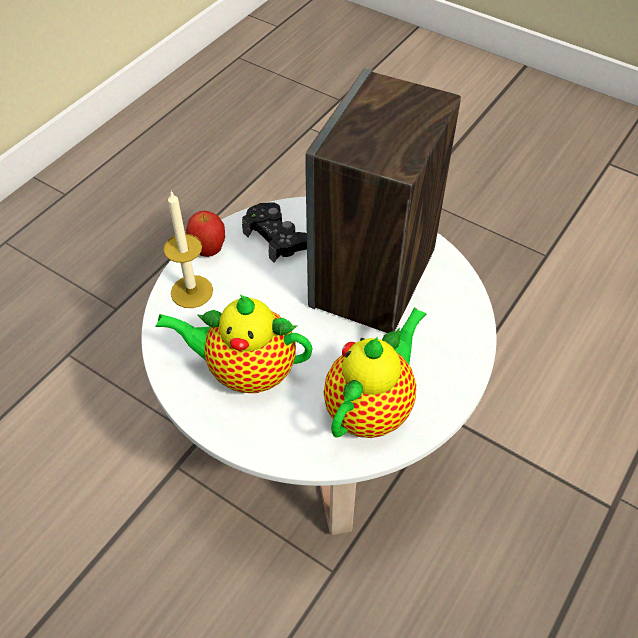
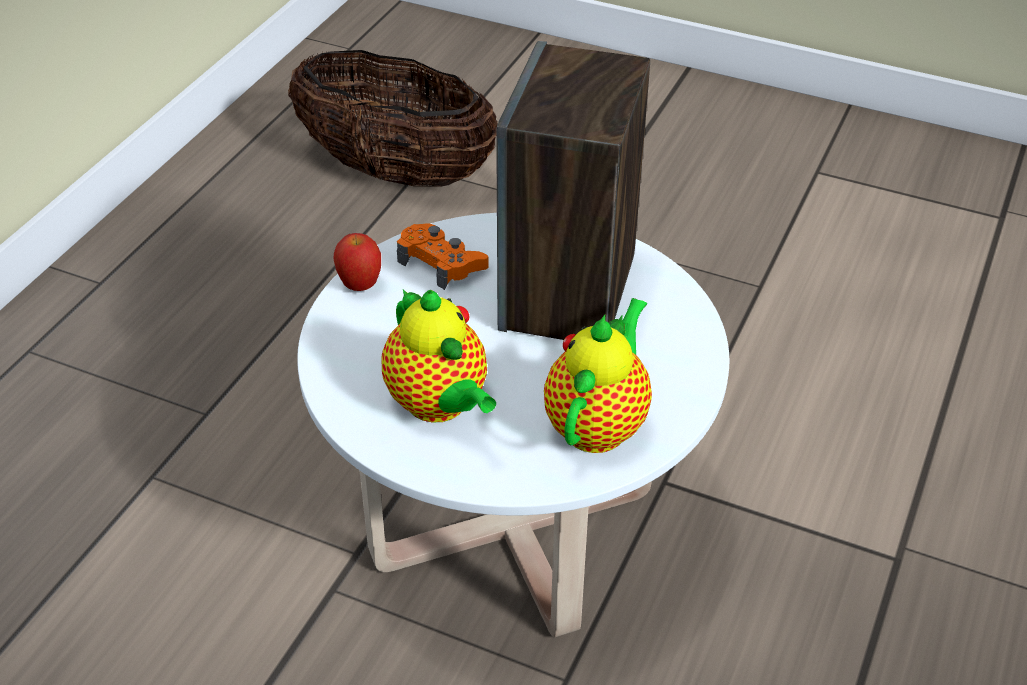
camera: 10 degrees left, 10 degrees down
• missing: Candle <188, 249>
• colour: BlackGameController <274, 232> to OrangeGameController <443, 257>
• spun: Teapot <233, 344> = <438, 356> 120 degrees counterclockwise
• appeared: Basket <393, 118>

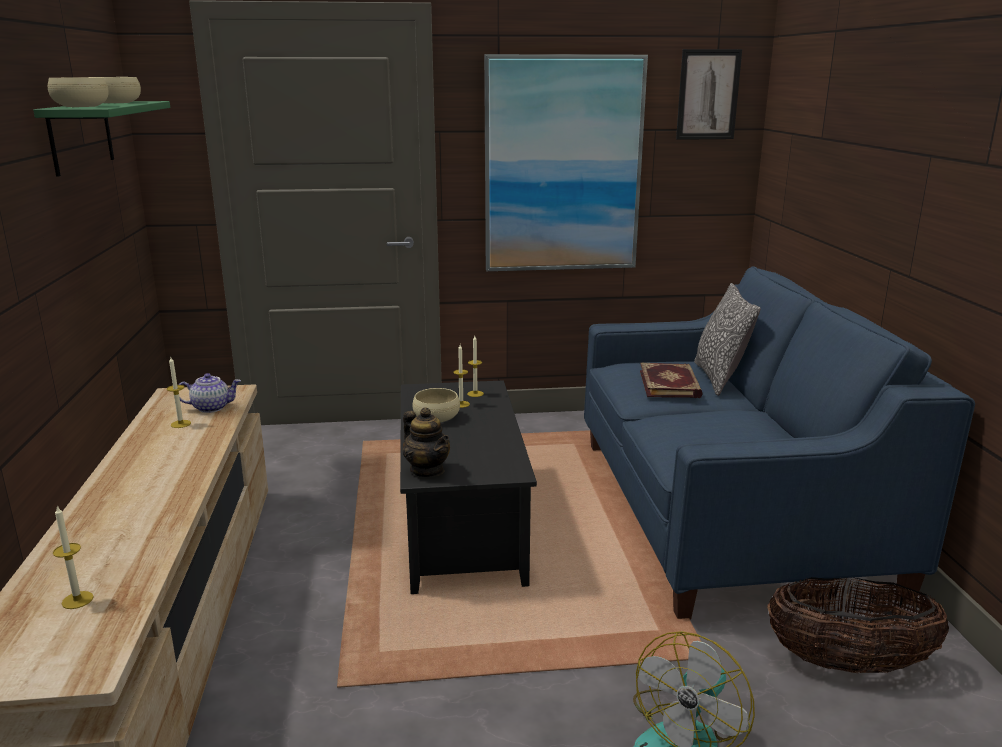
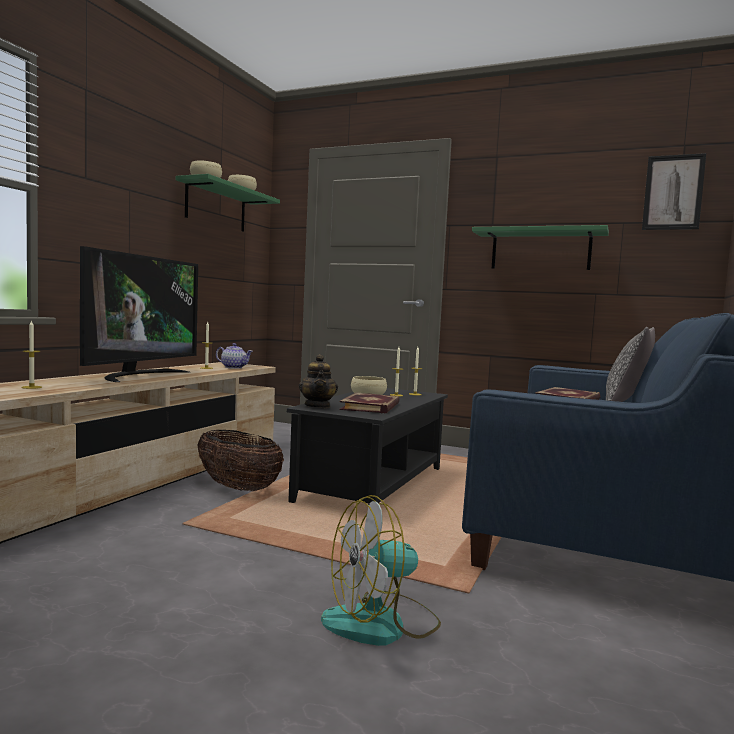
camera: 30 degrees right, 15 degrees down
• exchanged: WallArt <566, 162> to GreenishBracketShelf <540, 247>
• relocated: Basket <858, 625> to <240, 460>
• appeared: Tv <139, 314>
• appeared: Book <369, 402>

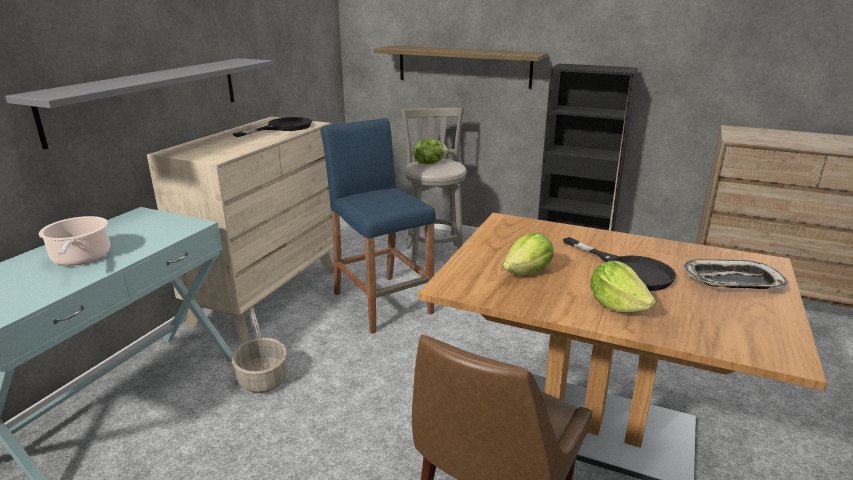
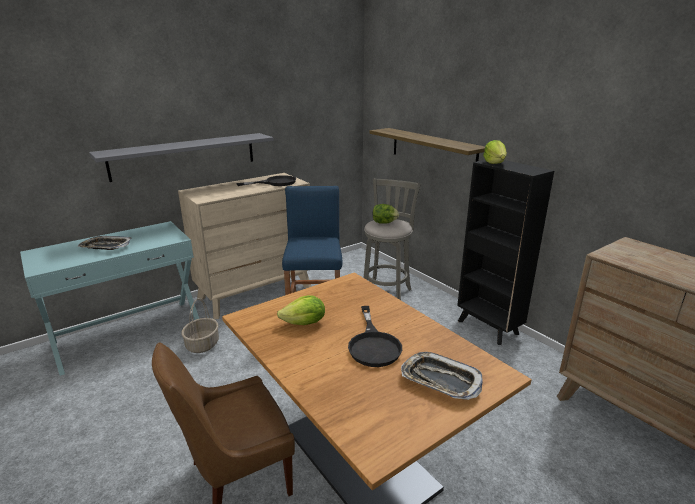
camera: 30 degrees right, 0 degrees up
• exchanged: Saucepot <74, 241> to ServingTray <104, 243>
• relocated: Lettuce <623, 287> to <495, 152>

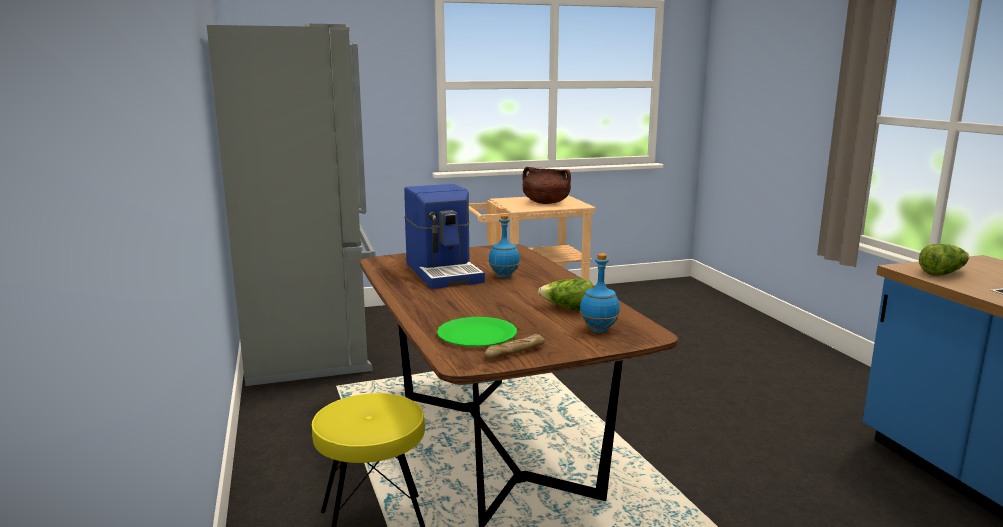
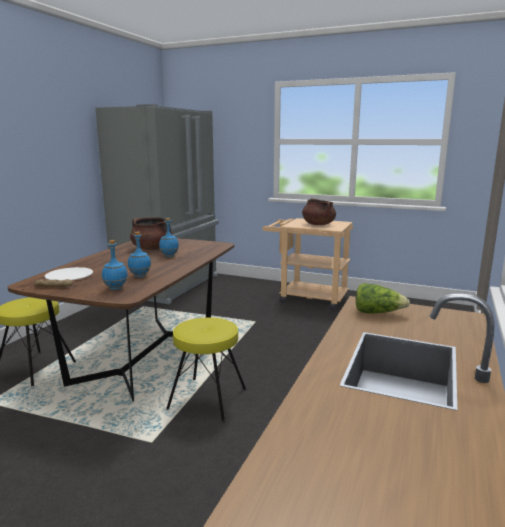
camera: 40 degrees right, 0 degrees up
• exchanged: CoffeeBrewer <444, 236> to BrownColouredSaucepot <151, 233>
• exchanged: Lettuce <565, 295> to BluishBeverageBottle <139, 255>
• colour: GreenishFlatDish <477, 332> to WhiteFlatDish <69, 273>
• appeared: YellowColouredStool <206, 370>

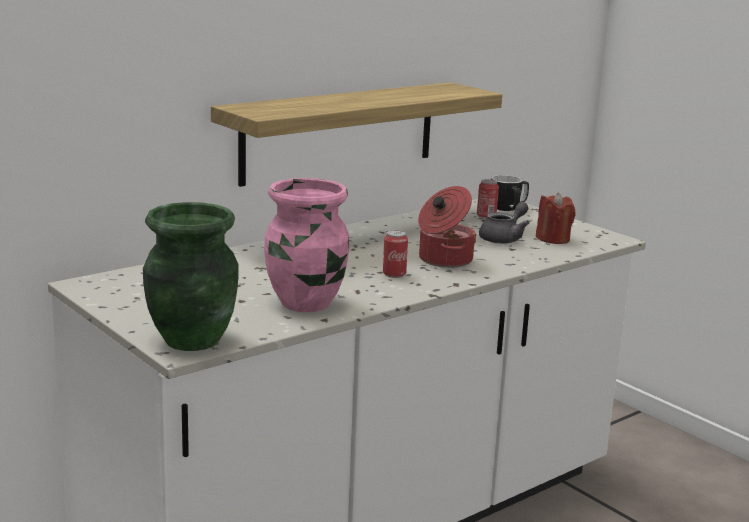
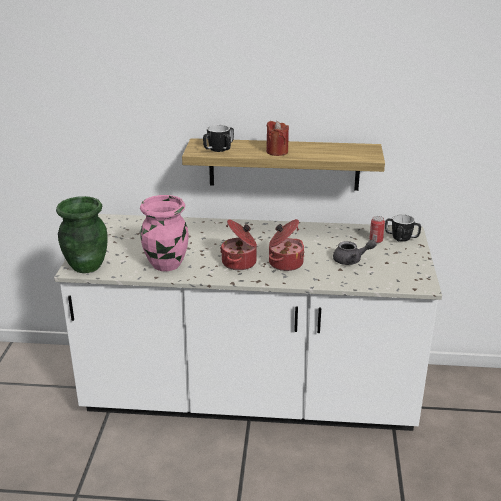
camera: 45 degrees right, 10 degrees up
• relocated: ReddishCandle <555, 218> to <277, 138>
• exchanged: SealedCan <395, 254> to Saucepot <238, 244>
• appeared: CoffeeMug <218, 138>

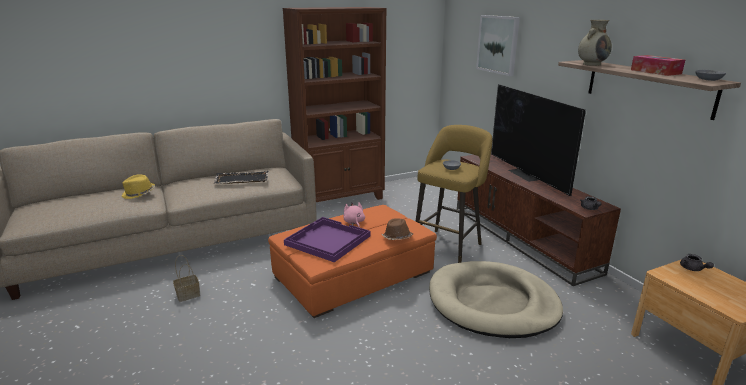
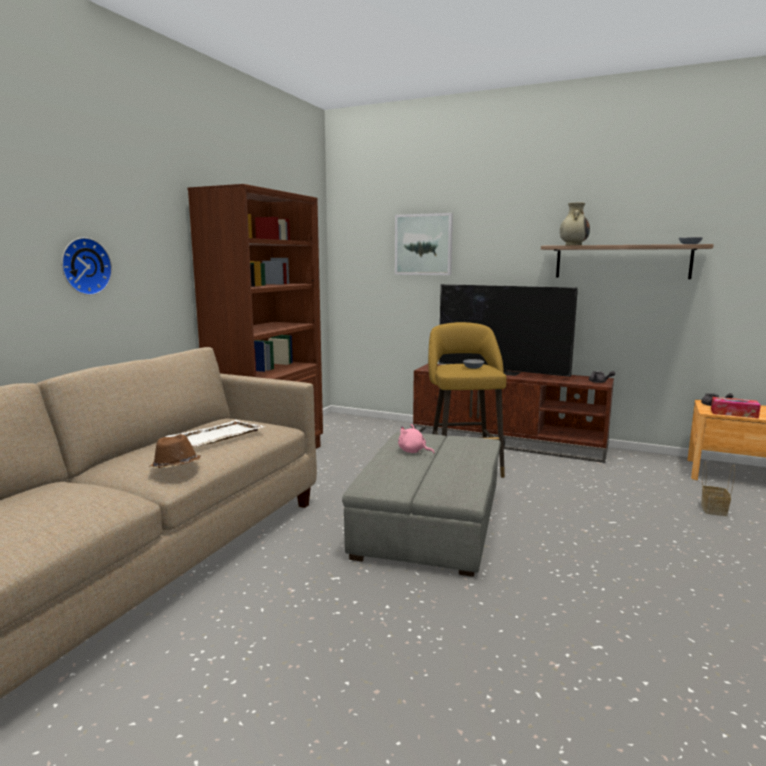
camera: 40 degrees left, 10 degrees down
• relocated: BoxOfTissues <658, 65> to <736, 407>
• colour: BlackServingTray <240, 177> to WhiteServingTray <215, 433>
• missing: YellowColouredClothingHat <138, 186>
• colour: OrangeFootrest <352, 261> to GrayFootrest <421, 504>
• missing: PurplishServingTray <327, 239>
• relocated: BrownColouredClothingHat <397, 229> to <175, 451>
• relocated: Basket <186, 278> to <718, 489>
• missing: BeigeDogCushion <496, 299>
• appeared: ClockOnTheWall <86, 266>

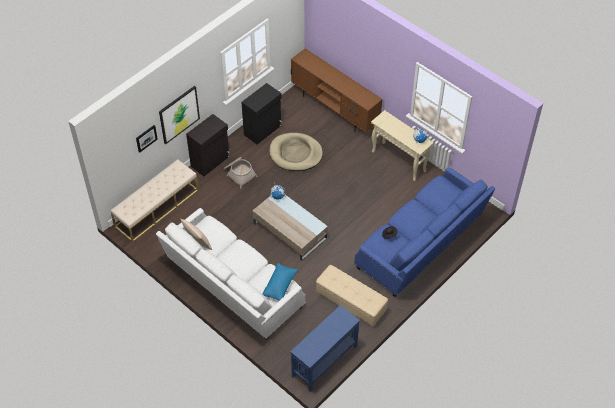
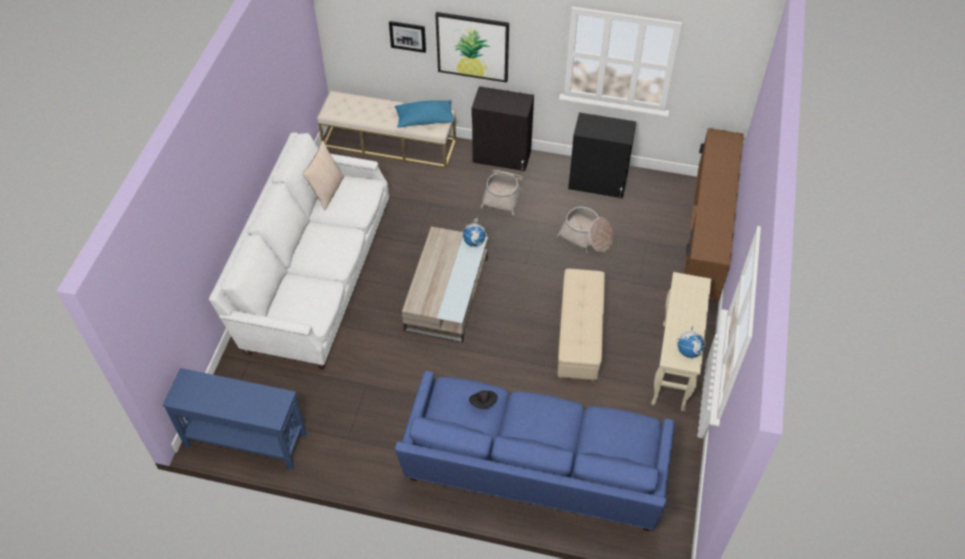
camera: 60 degrees right, 0 degrees up
• exchanged: BeigeDogCushion <296, 152> to Basket <584, 230>
• relocated: BluishCushion <280, 282> to <425, 114>
• relocated: BeigeFootrest <352, 296> to <581, 325>

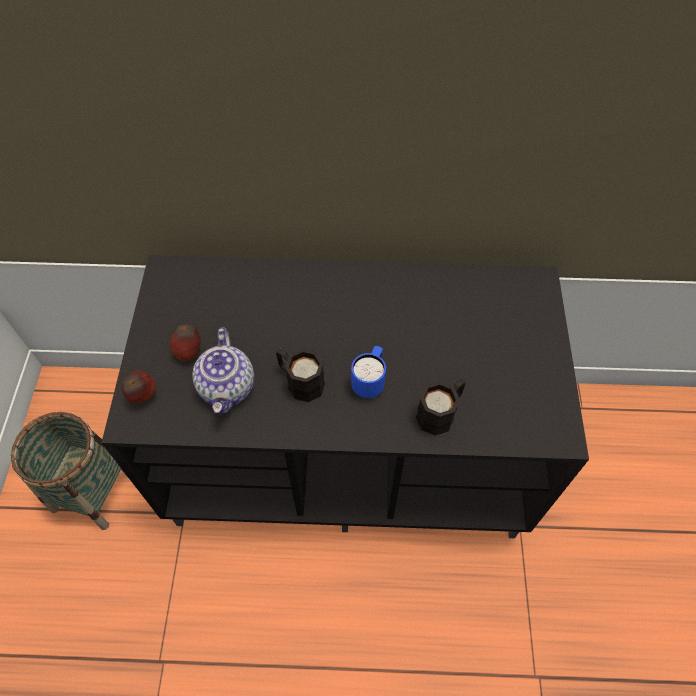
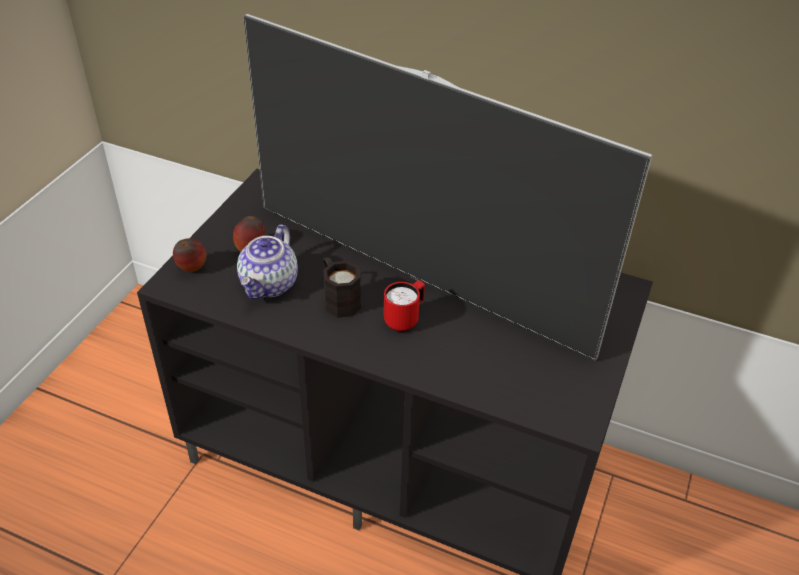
camera: 20 degrees right, 15 degrees down
• colour: BluishCoffeeMug <368, 372> to ReddishCoffeeMug <404, 306>
• missing: BlackCoffeeMug <441, 407>
• missing: Basket <69, 471>
• appeared: Tv <447, 187>

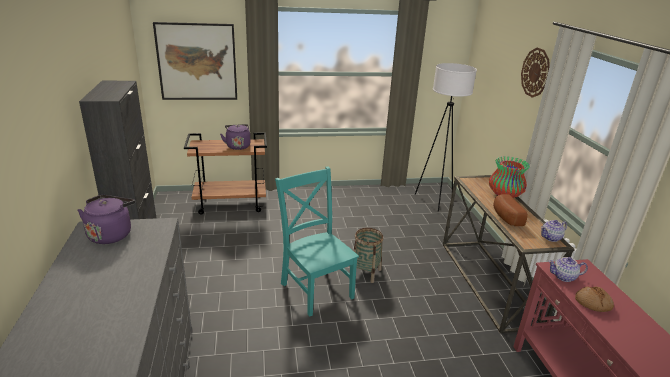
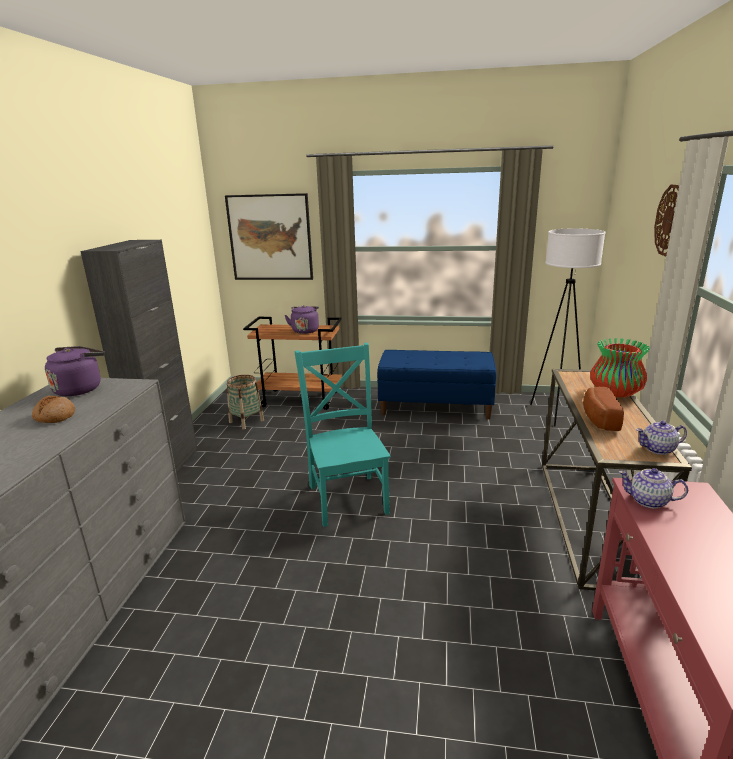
camera: 20 degrees right, 5 degrees down
• relocated: Basket <368, 255> to <245, 402>
• relocated: BakedBread <594, 299> to <53, 409>
• appeared: BluishBench <436, 385>

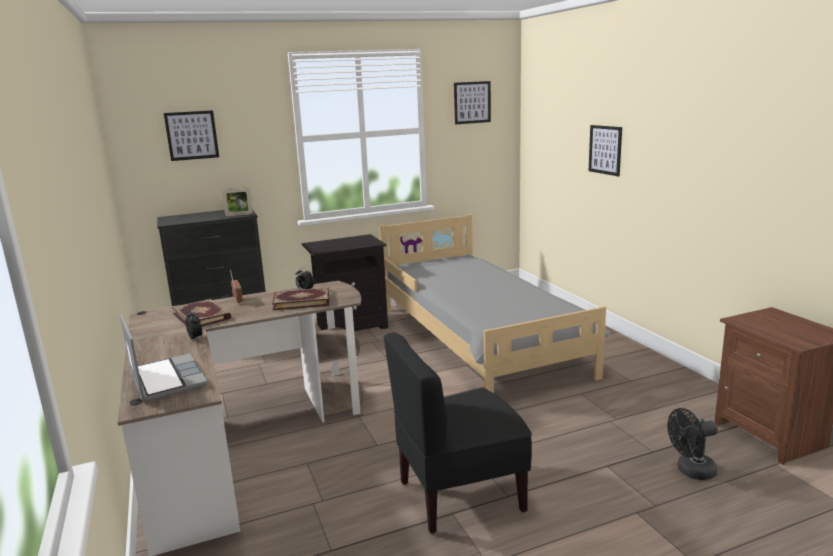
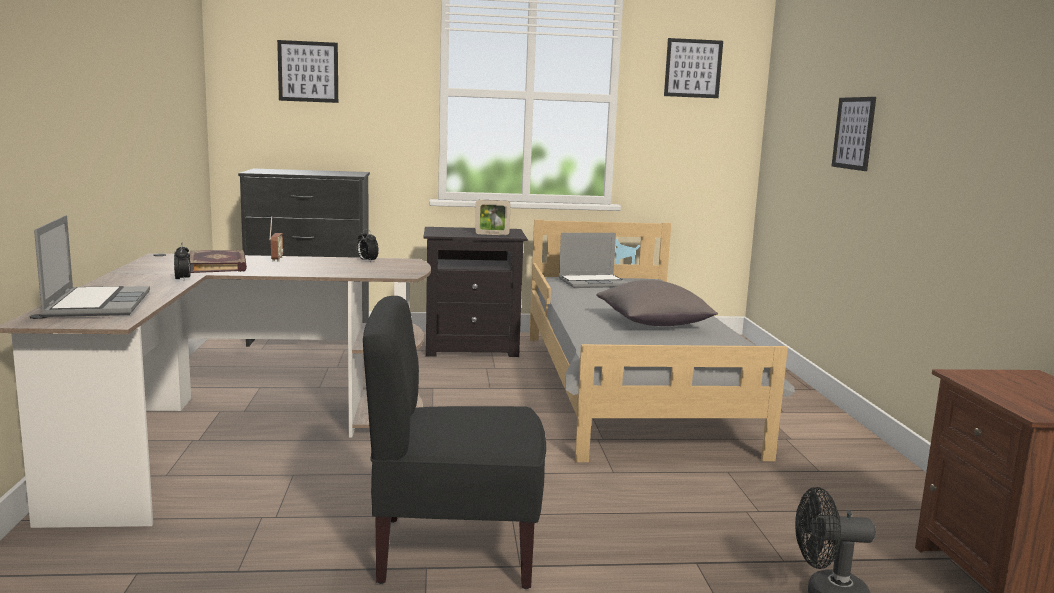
camera: 15 degrees right, 5 degrees down
• relocated: PictureFrame <237, 202> to <492, 217>
• missing: Book <300, 298>
• appeared: PortableComputer <593, 260>
• appeared: GrayCushion <657, 303>

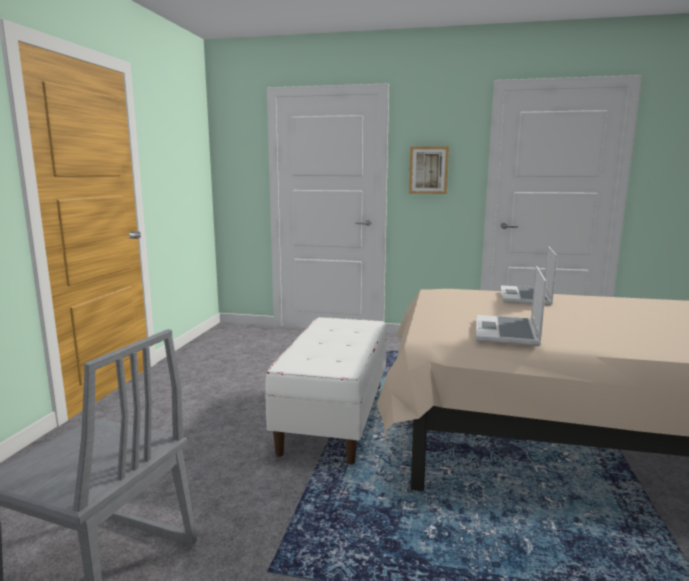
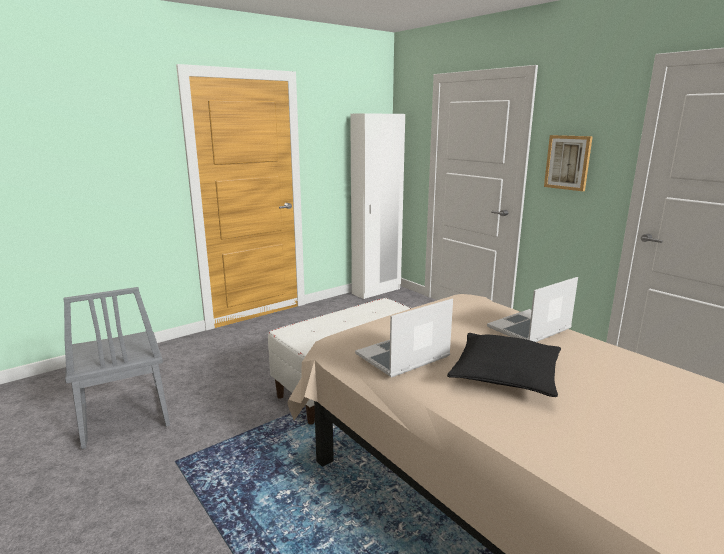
camera: 40 degrees right, 5 degrees up
• appeared: WhiteWardrobe <377, 206>
• appeared: BlackCushion <504, 365>

